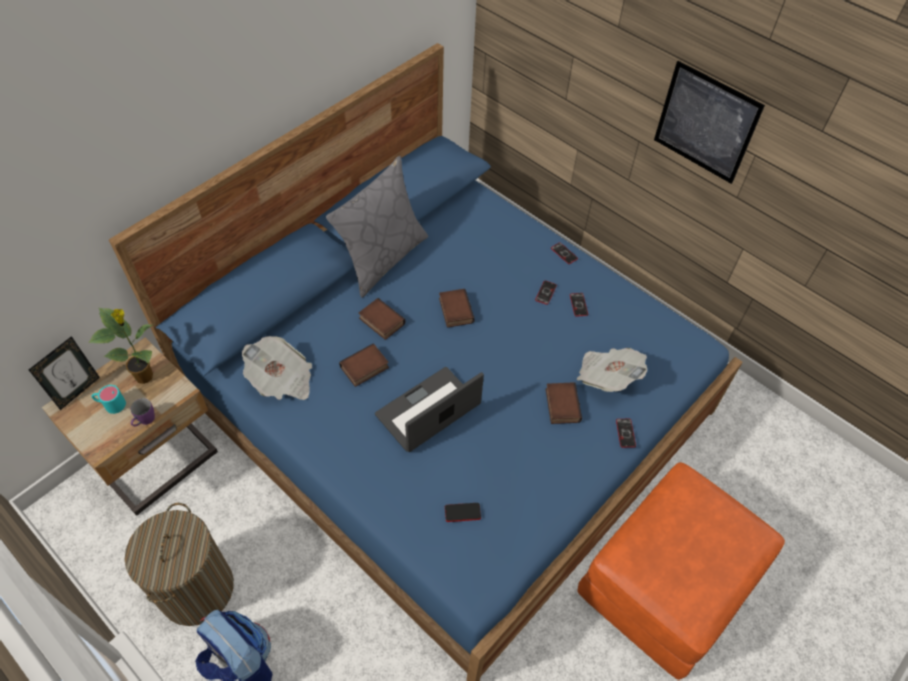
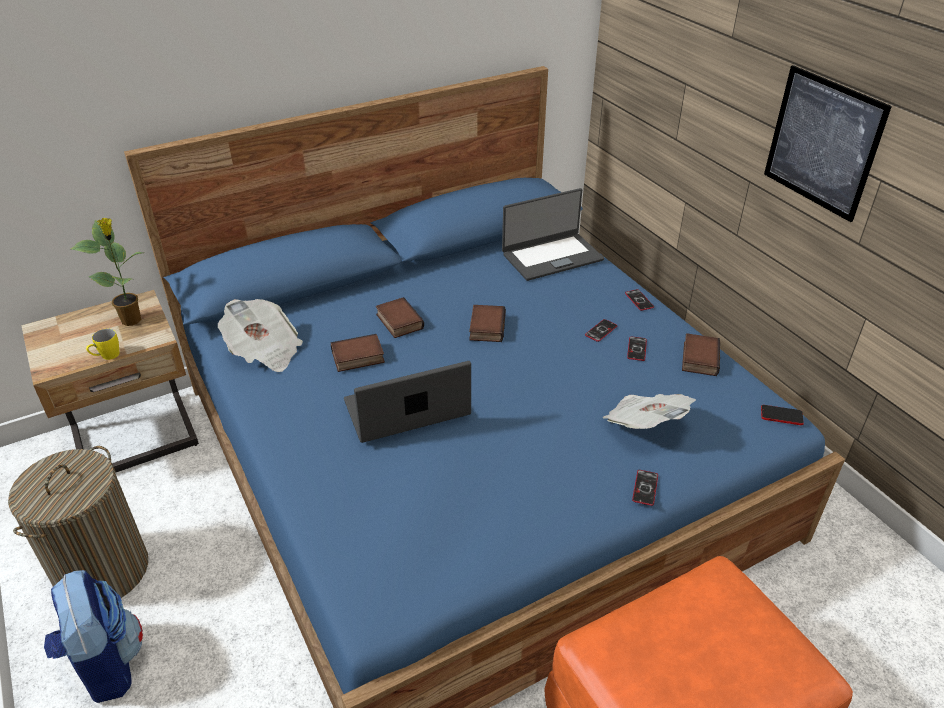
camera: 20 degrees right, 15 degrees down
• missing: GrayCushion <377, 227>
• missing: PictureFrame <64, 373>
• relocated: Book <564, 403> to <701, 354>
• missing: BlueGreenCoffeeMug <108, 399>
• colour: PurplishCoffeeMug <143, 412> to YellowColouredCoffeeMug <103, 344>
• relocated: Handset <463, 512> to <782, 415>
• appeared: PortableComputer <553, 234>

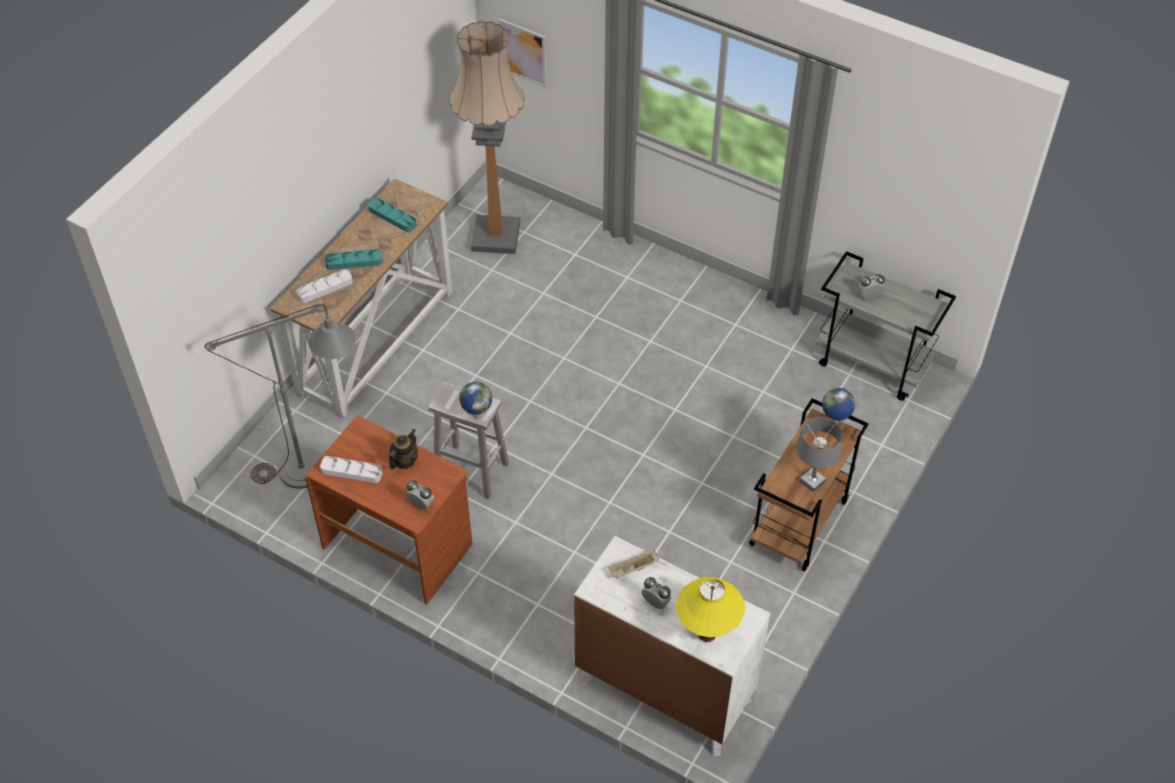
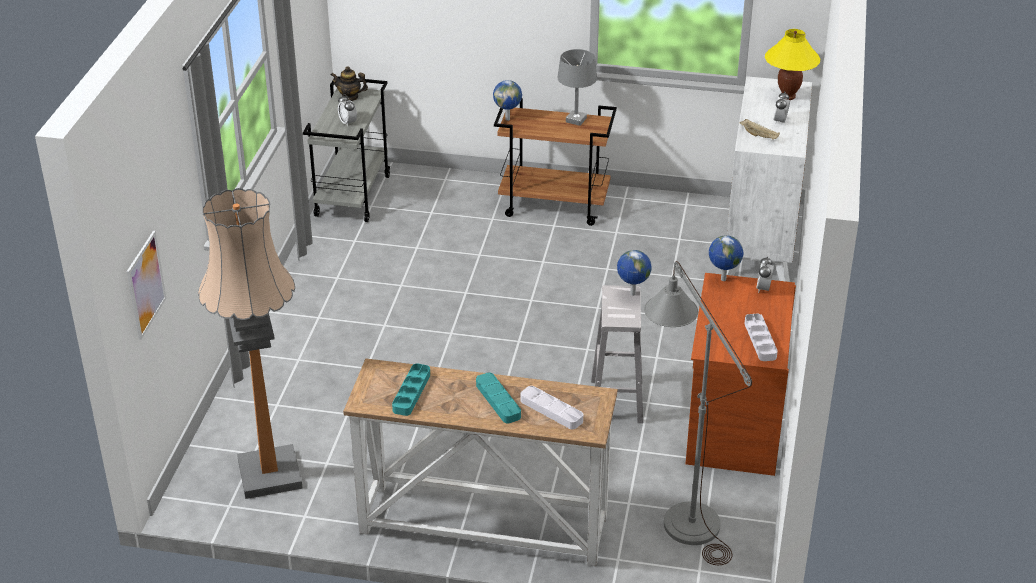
camera: 110 degrees left, 15 degrees down
• relocated: Teapot <403, 449> to <349, 83>
• appeared: WorldGlobe <726, 258>

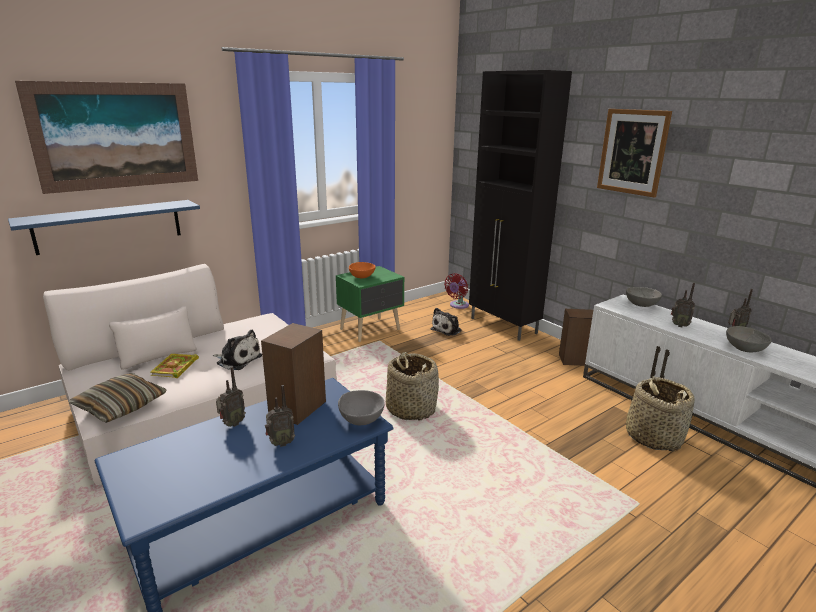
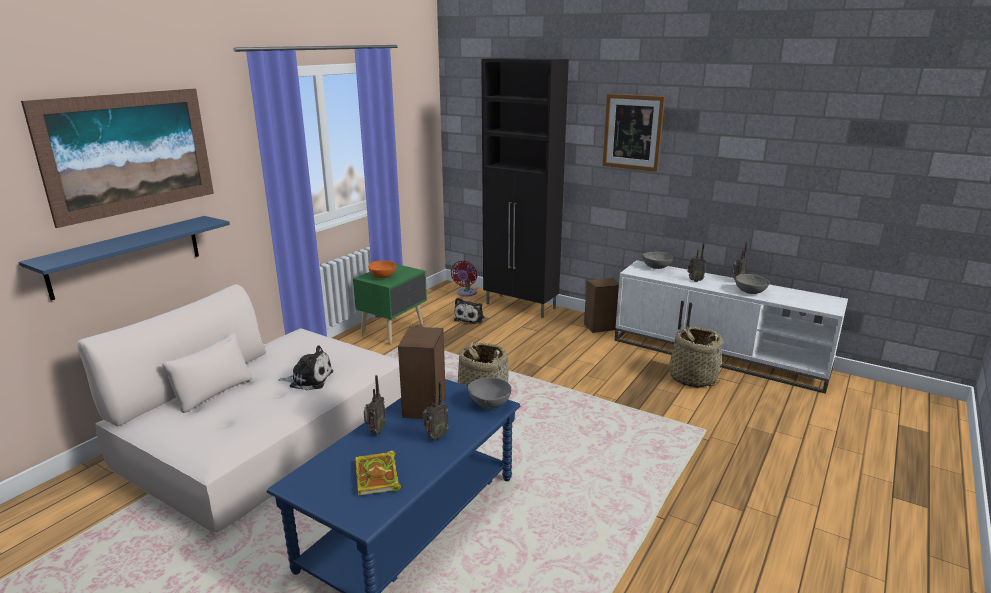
camera: 20 degrees left, 0 degrees up
• relocated: Book <174, 366> to <378, 473>
• missing: Cushion <117, 398>

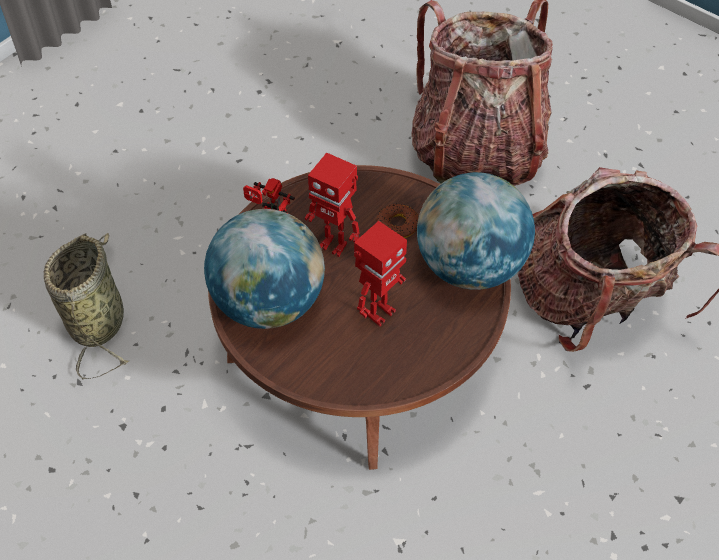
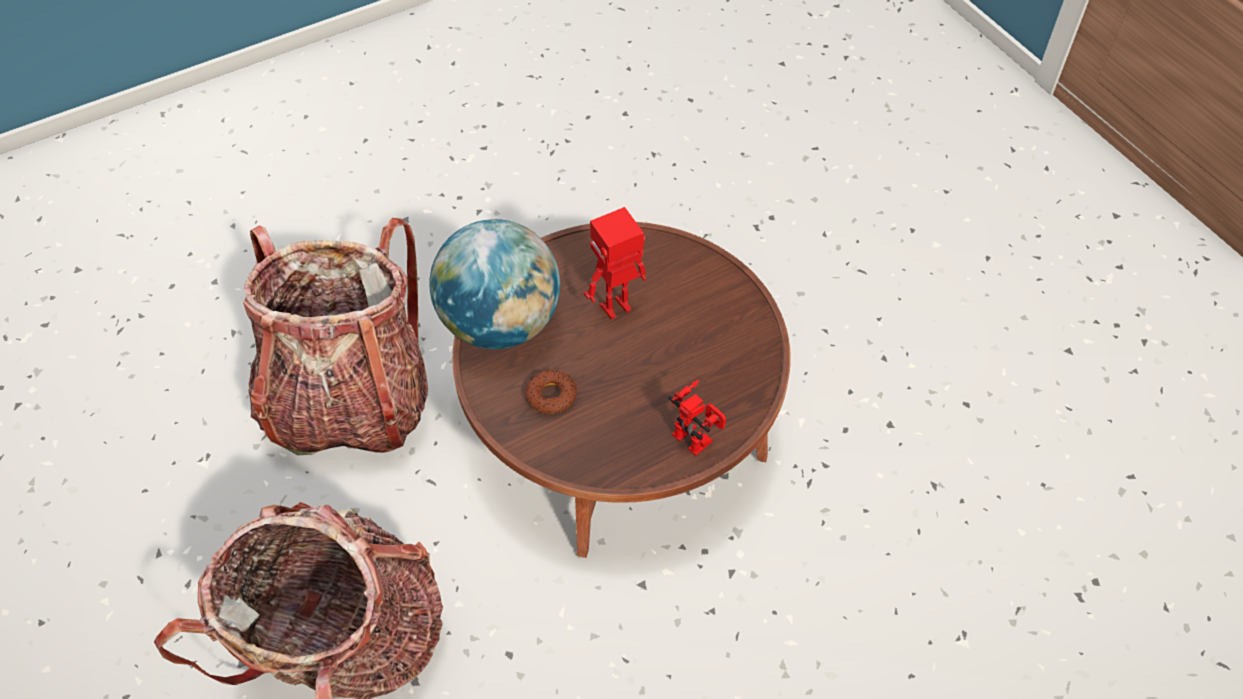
camera: 160 degrees left, 0 degrees up
• missing: ToyRobot <332, 205>
• missing: WorldGlobe <264, 269>
• missing: Basket <86, 306>

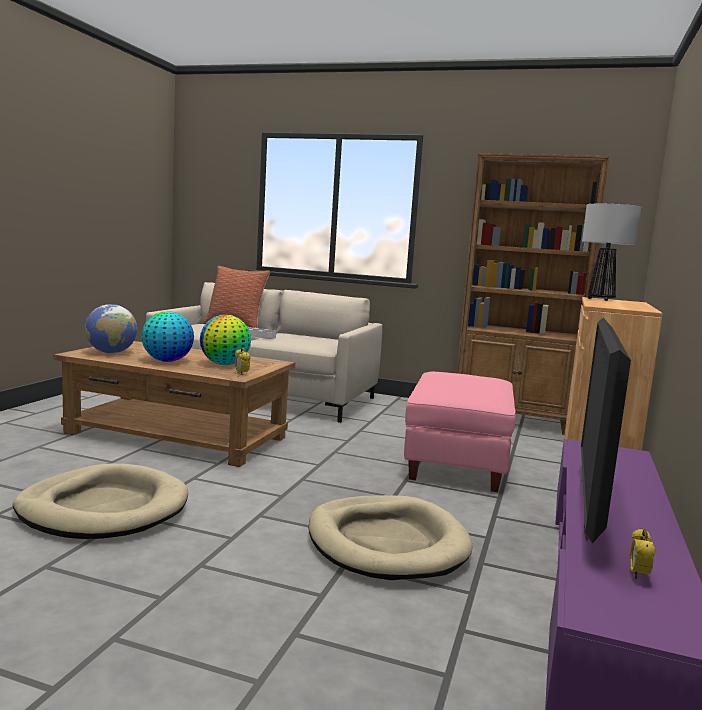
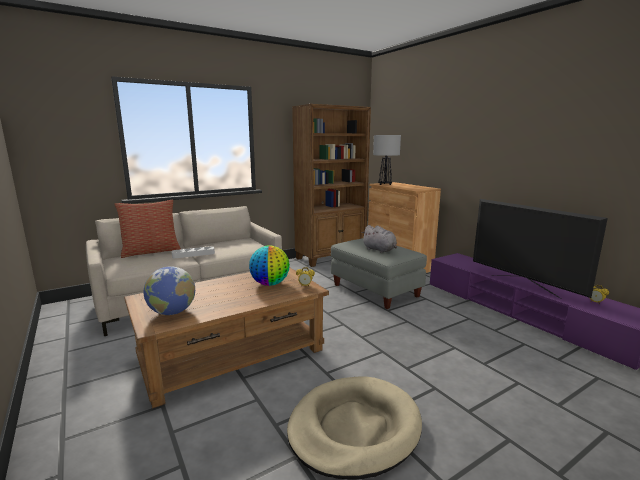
camera: 50 degrees left, 5 degrees up
• missing: WorldGlobe <167, 336>
• colour: PinkishFootrest <460, 432> to GrayFootrest <379, 273>
• missing: BeigeDogCushion <391, 537>
• appeared: GrayPlushToy <379, 239>

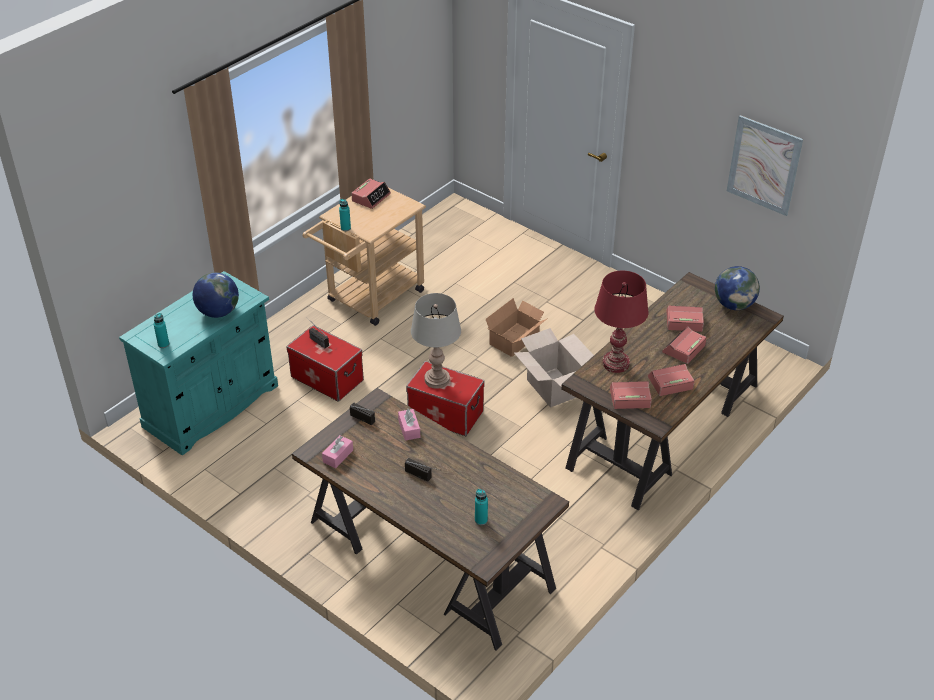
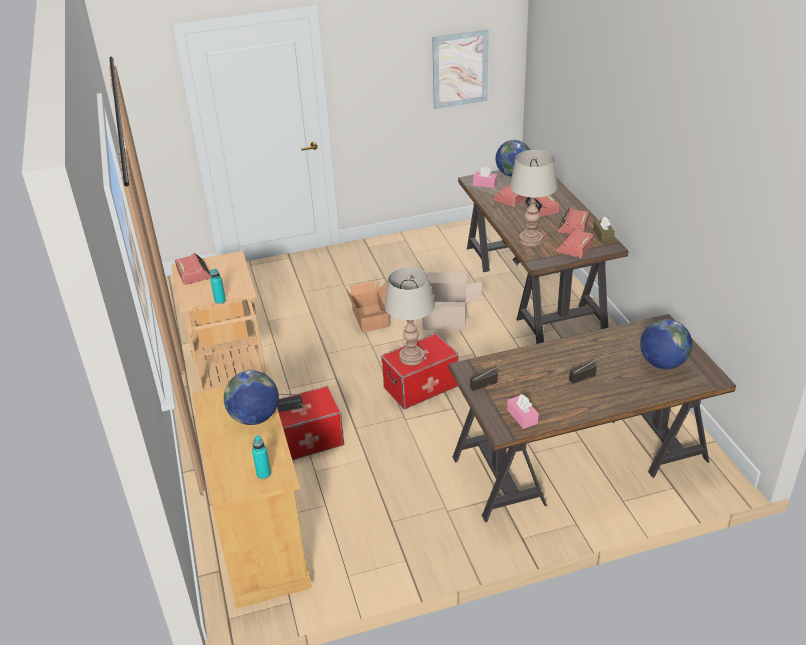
camera: 55 degrees left, 5 degrees down
• colour: BlueGreenCupboard <198, 363> to BeigeCupboard <252, 497>
• colour: ReddishLampForATable <621, 322> to GrayLampForATable <534, 198>
• relocated: PinkishBoxOfTissues <409, 425> to <485, 177>
• exchanged: BlueGreenBeverageBottle <481, 507> to WorldGlobe <666, 344>
• appeared: BrownColouredBoxOfTissues <604, 229>

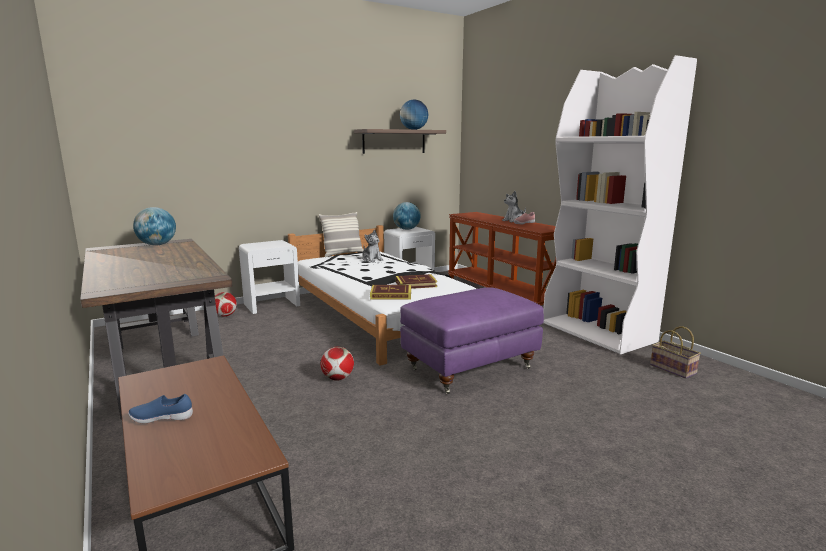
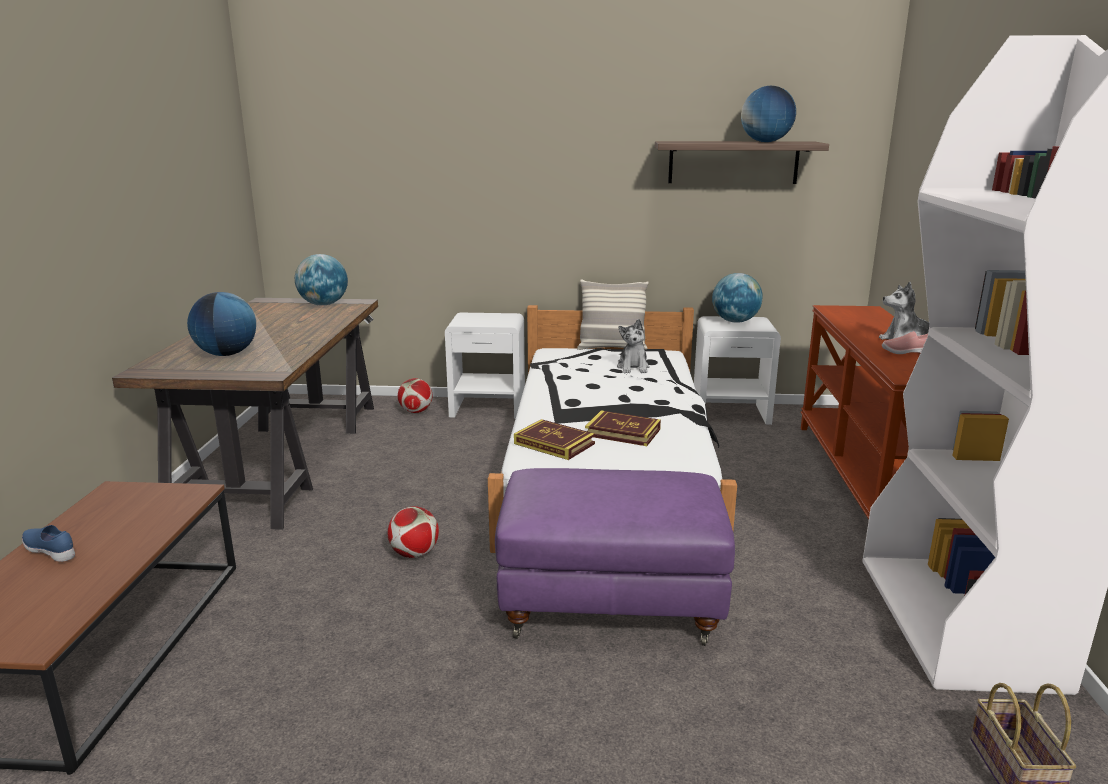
camera: 35 degrees right, 5 degrees up
• appeared: WorldGlobe <221, 324>

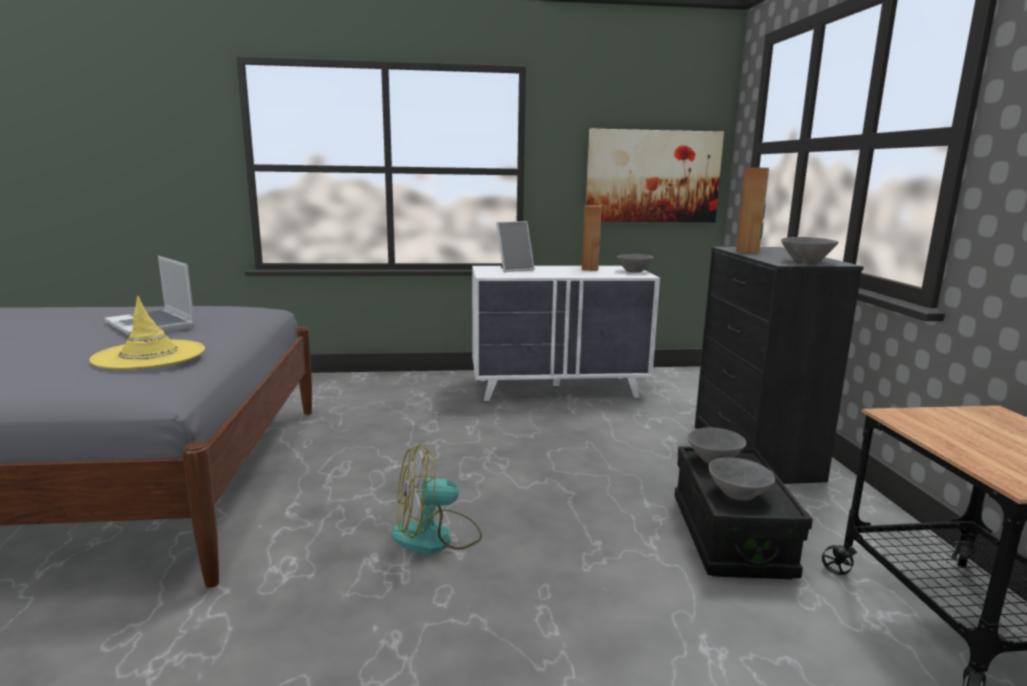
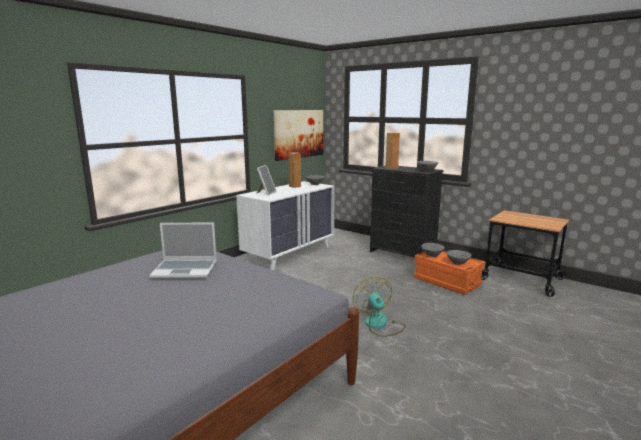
camera: 45 degrees left, 0 degrees up
• missing: YellowColouredClothingHat <147, 333>
• spun: ElectricFan <437, 499> = <379, 307> 135 degrees clockwise
• colour: BlackStorageBin <743, 512> to OrangeStorageBin <449, 273>

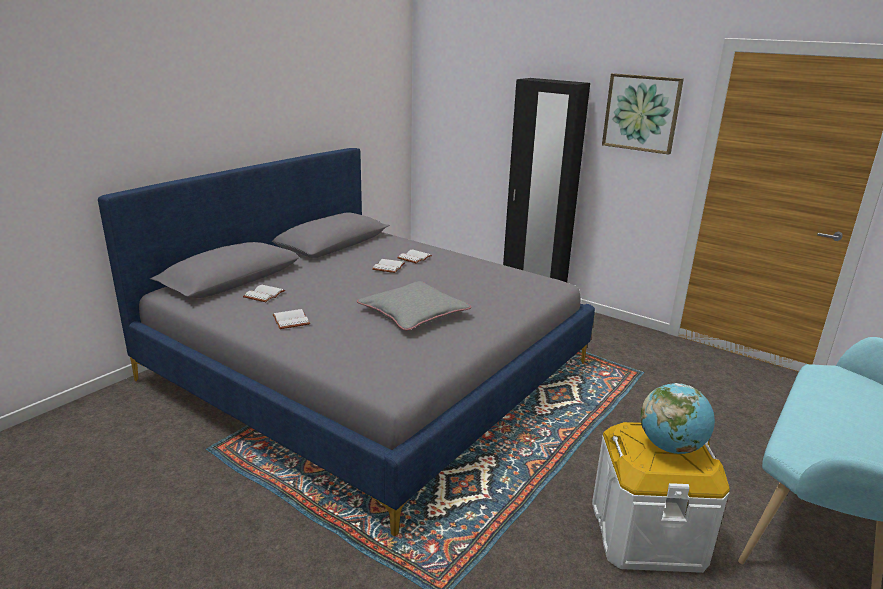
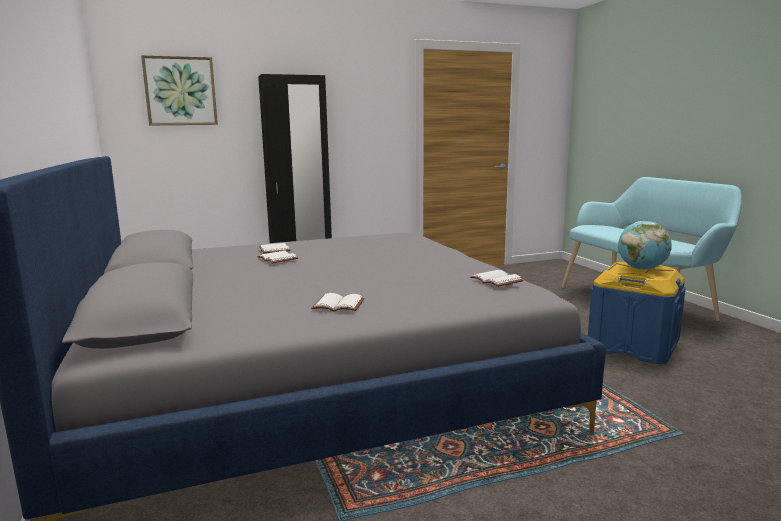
camera: 55 degrees left, 10 degrees down
• relocated: WallArt <643, 114> to <179, 90>
• missing: GrayCushion <414, 306>
• relocated: WhiteBook <264, 293> to <497, 278>
• colour: WhiteStorageBin <661, 497> to BluishStorageBin <637, 313>

